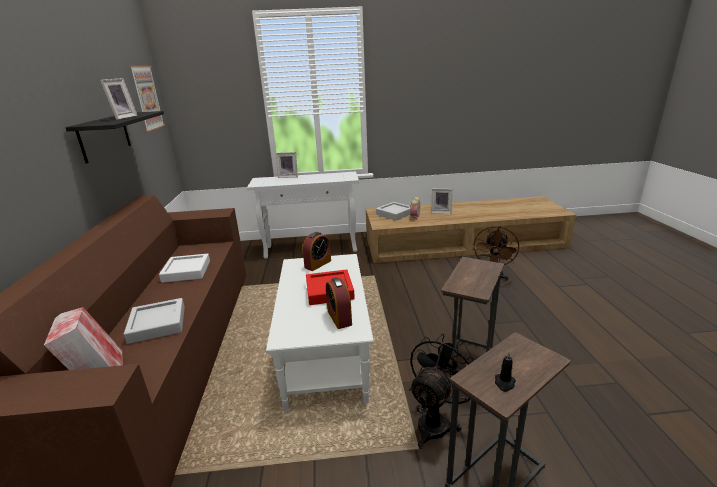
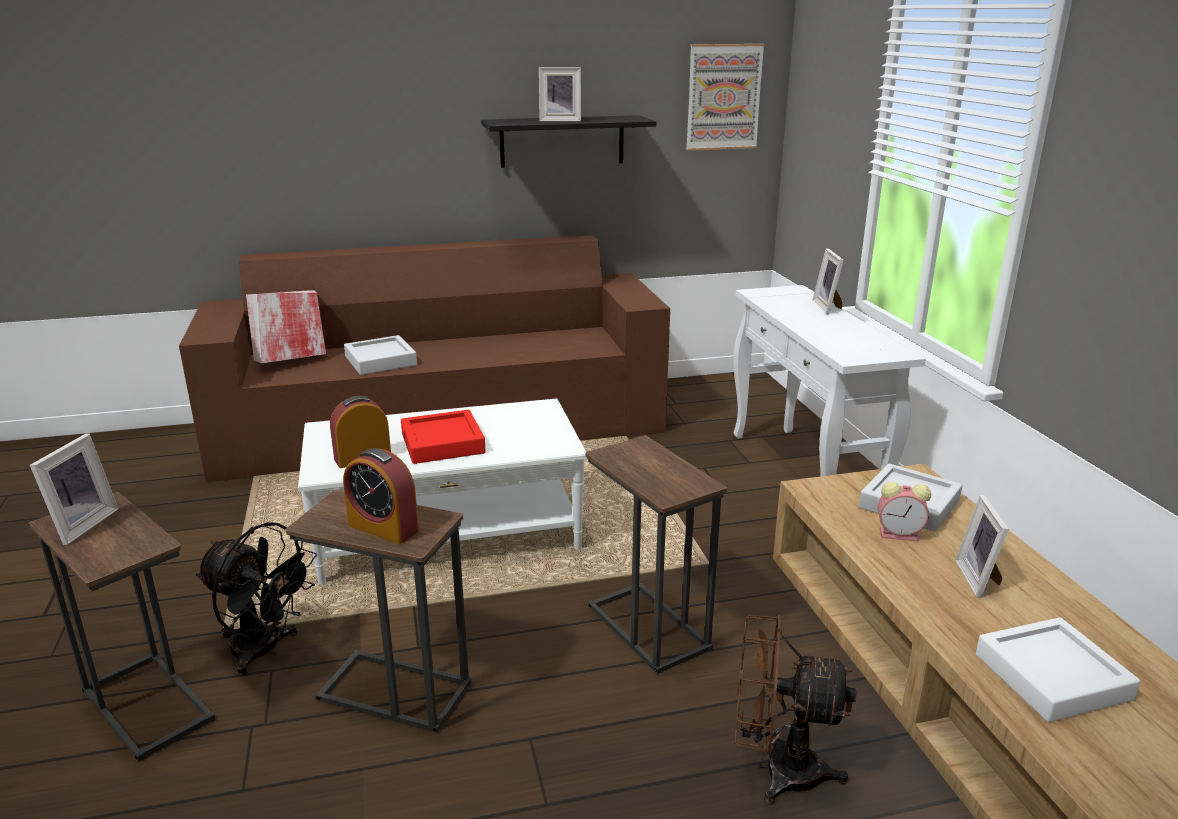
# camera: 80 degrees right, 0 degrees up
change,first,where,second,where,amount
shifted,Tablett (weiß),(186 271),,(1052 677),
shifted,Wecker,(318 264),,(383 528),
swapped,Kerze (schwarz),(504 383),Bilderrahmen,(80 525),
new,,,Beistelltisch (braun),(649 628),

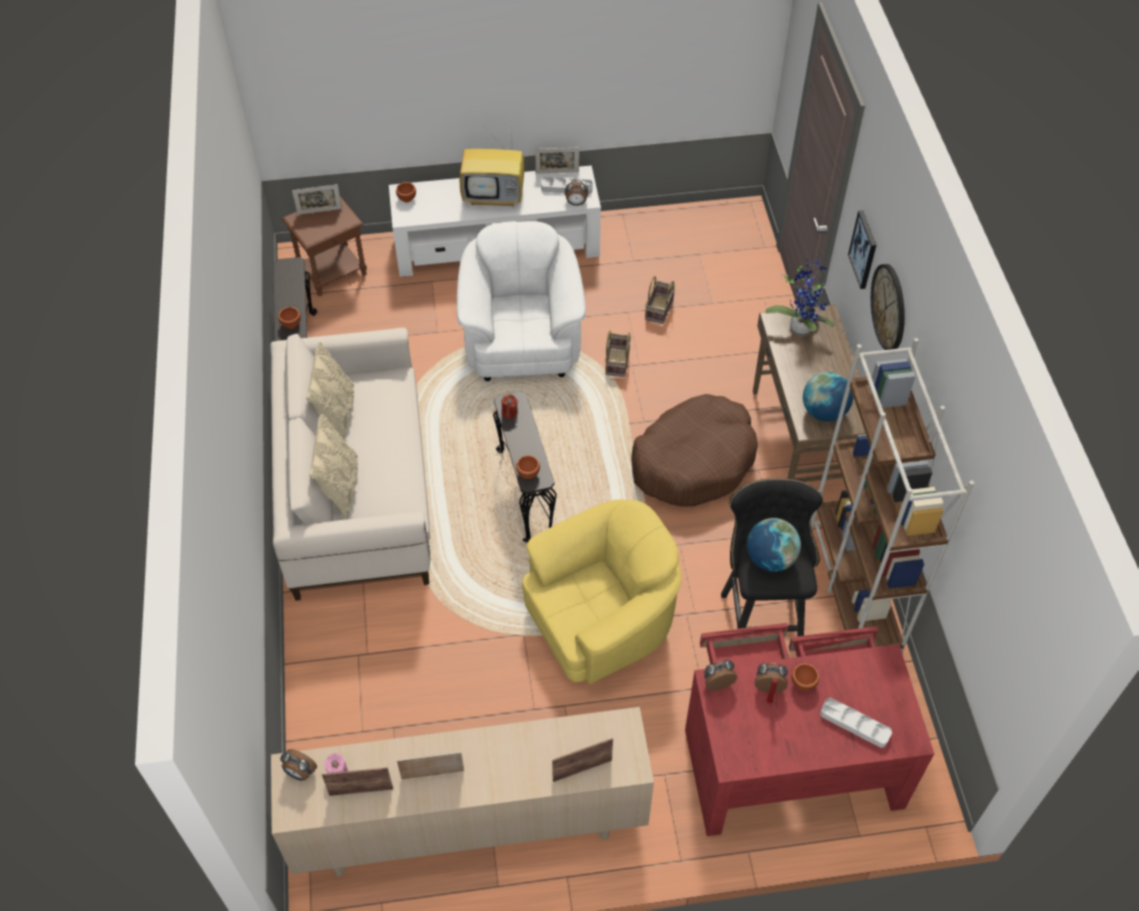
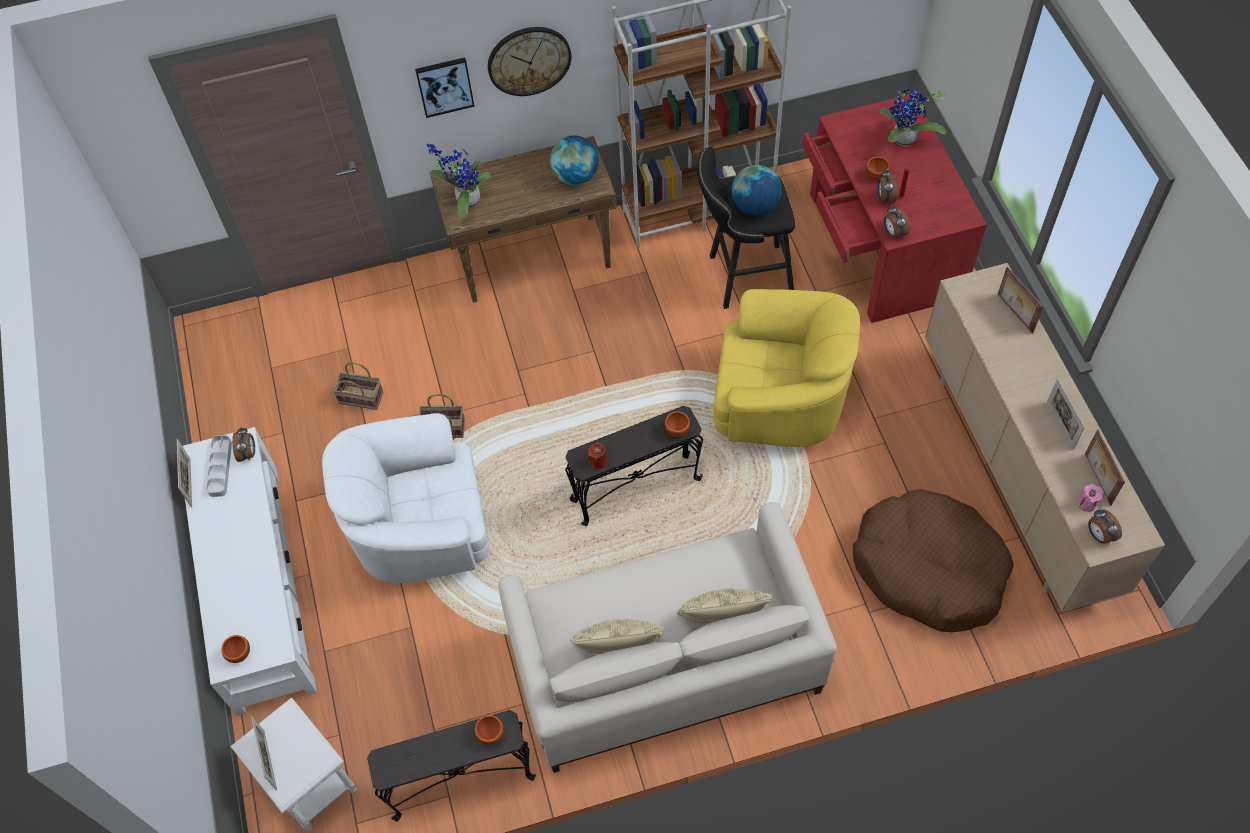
# camera: 95 degrees left, 5 degrees up
change,first,where,second,where,amount
rotated,Wecker,(300 773),,(1098 535),135 degrees clockwise
repainted,Beistelltisch (braun),(332 271),Beistelltisch (weiß),(309 784),
gone,Fernseher,(495 196),,,
rotated,Sessel (gelb),(600 623),,(778 401),135 degrees clockwise
shifted,Hundebett (braun),(693 461),,(928 568),
swapped,Tablett (grau),(854 724),Topfpflanze,(904 141),

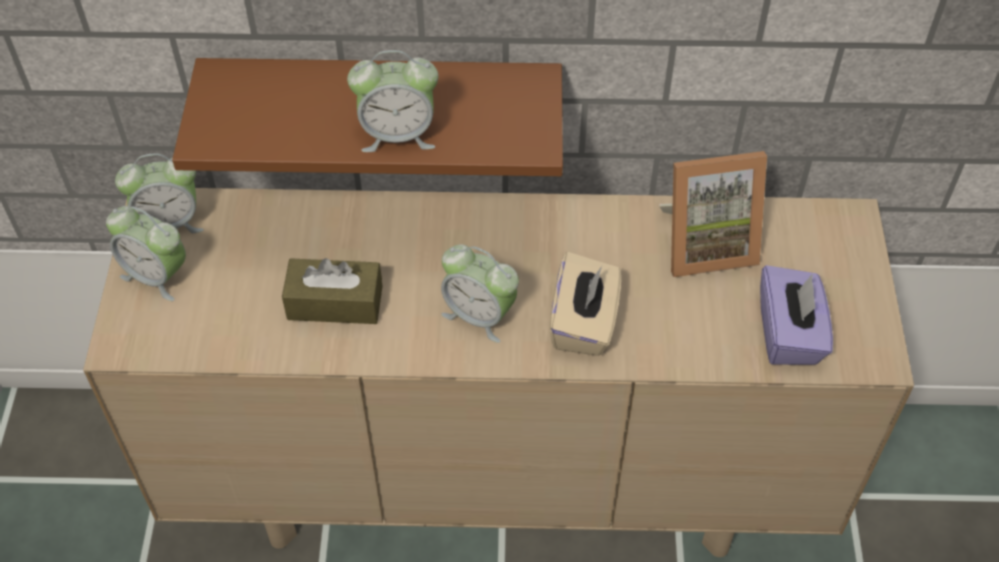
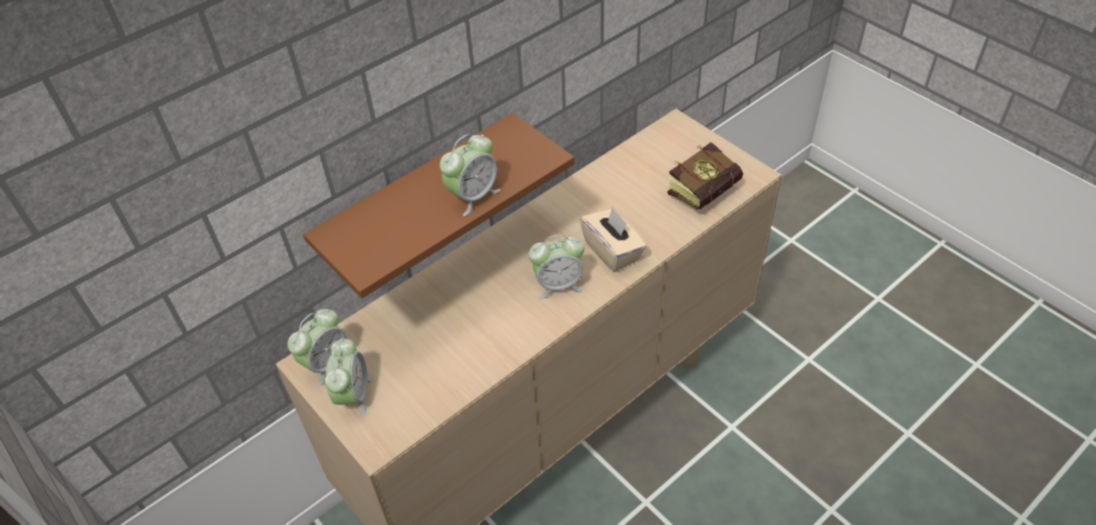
# camera: 40 degrees left, 5 degrees down
change,first,where,second,where,amount
rotated,Wecker,(157 276),,(353 395),75 degrees counterclockwise
gone,Taschentuchbox (braun),(335 303),,,
gone,Bilderrahmen,(705 244),,,
swapped,Taschentuchbox (lila),(789 334),Buch,(708 190),

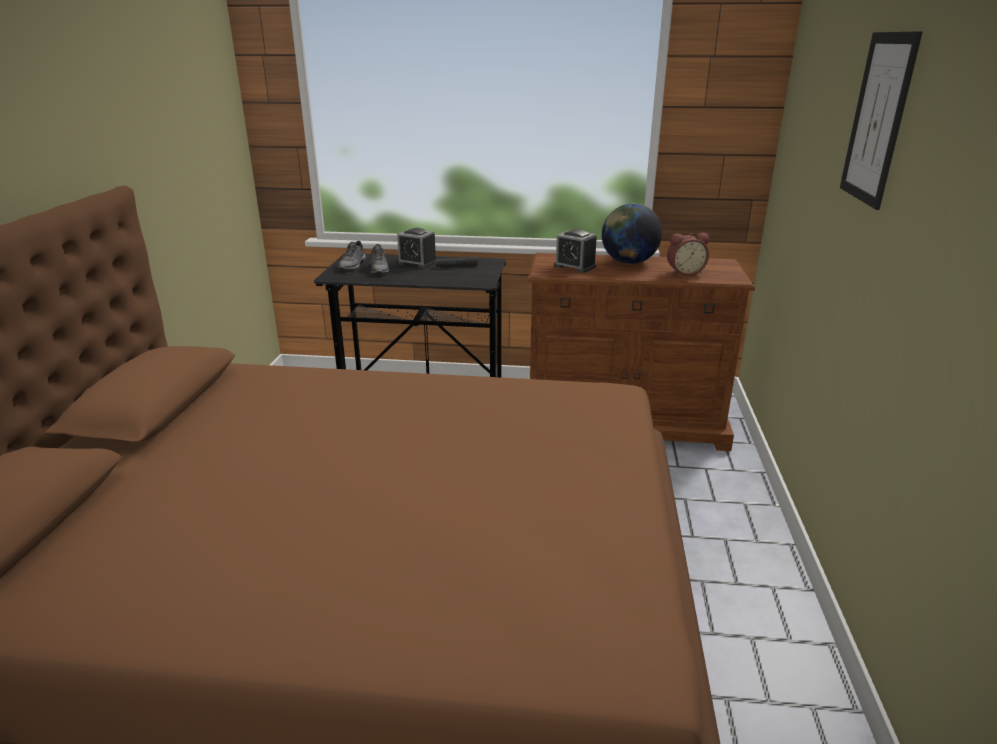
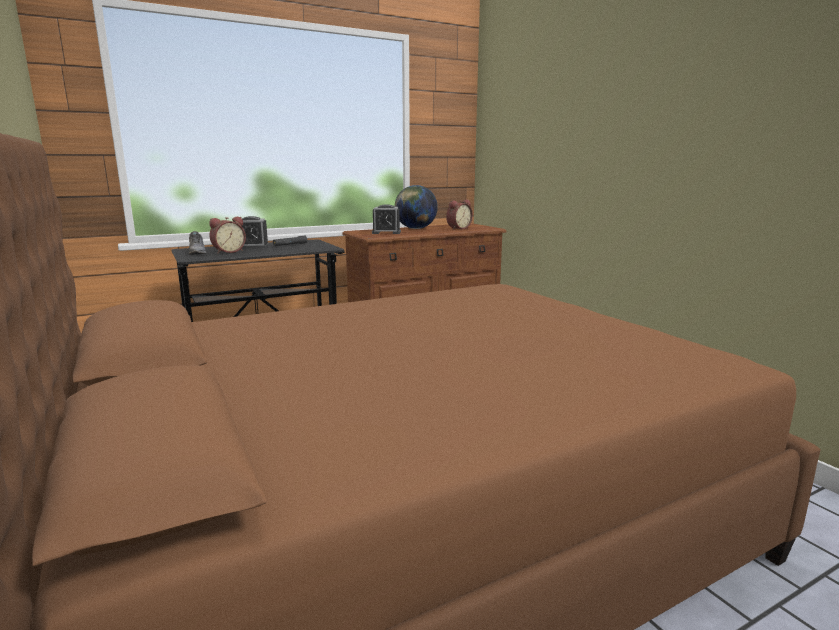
# camera: 35 degrees left, 10 degrees down
change,first,where,second,where,amount
swapped,Schuh (grau),(380 269),Wecker,(228 251),
gone,Bild,(877 119),,,

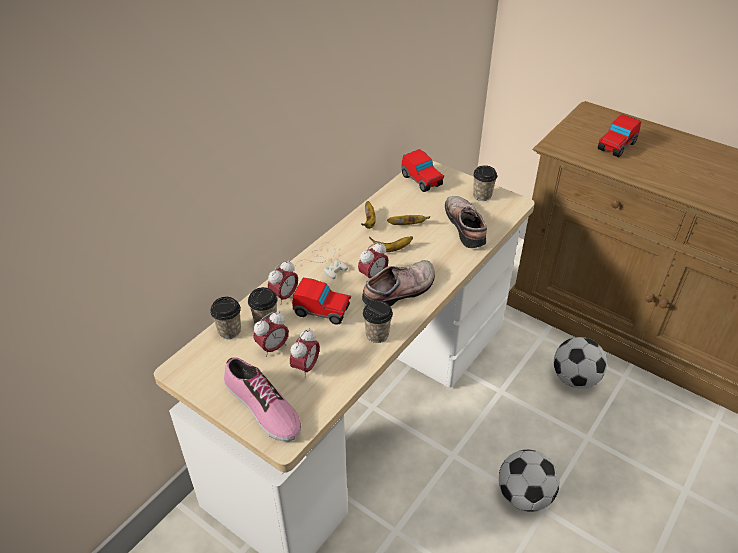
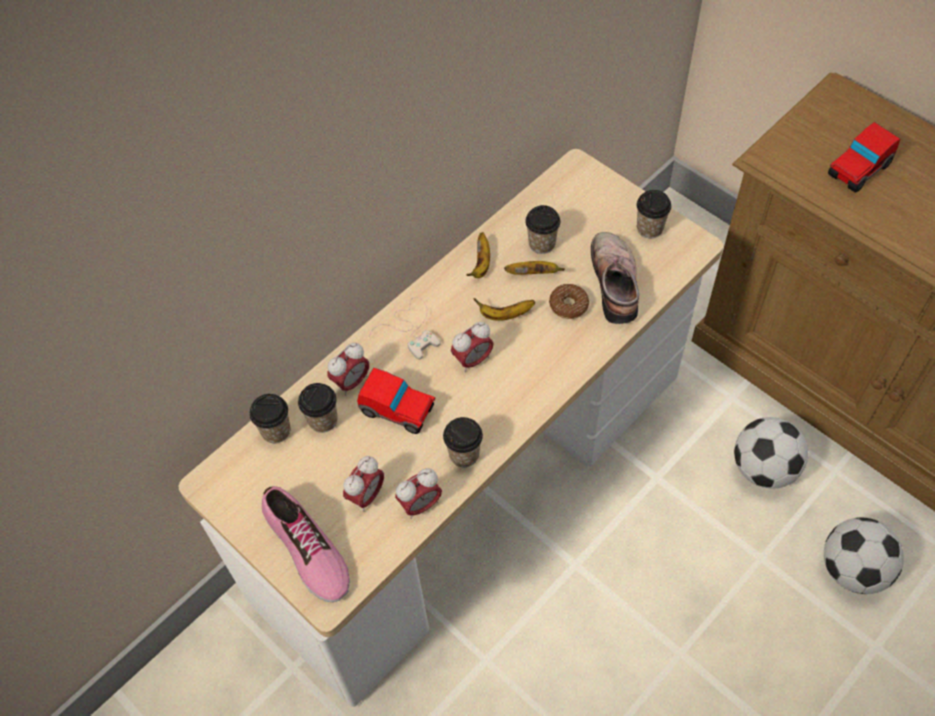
# camera: 10 degrees right, 15 degrees up
change,first,where,second,where,amount
shifted,Wecker,(273 348),,(420 505),
gone,Schuh,(401 291),,,
gone,Spielzeugauto,(422 180),,,
shifted,Fußball,(524 495),,(853 569),
new,,,Tasse,(542 244),
new,,,Donut,(568 305),

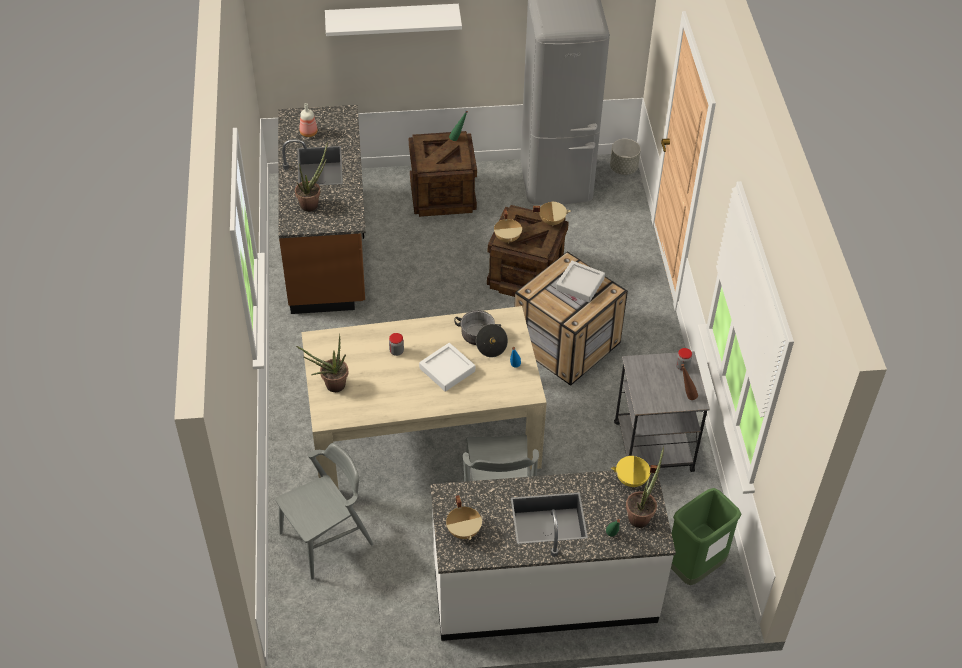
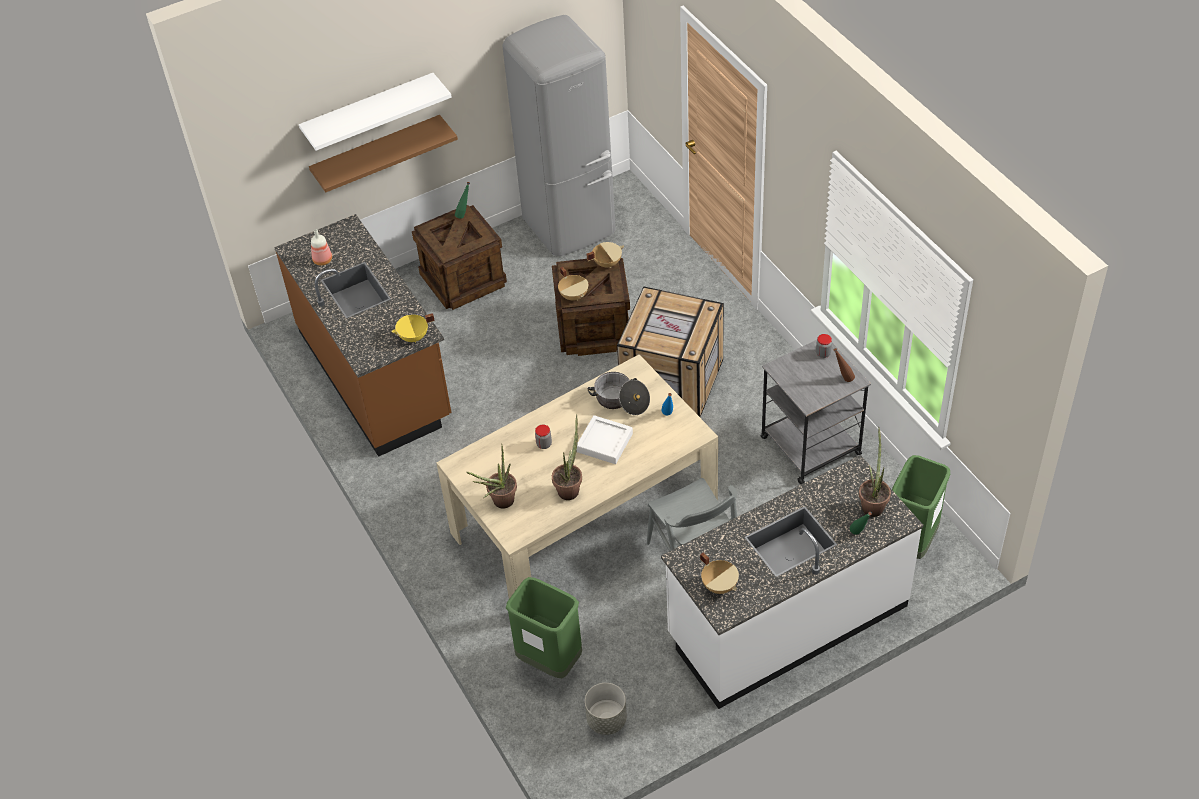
# camera: 20 degrees left, 0 degrees up
change,first,where,second,where,amount
swapped,Stuhl (grau),(327 539),Mülleimer (grün),(550 661),
shifted,Topfpflanze,(312 203),,(570 488),
gone,Tablett (grau),(580 284),,,
shifted,Pflanzkübel (grau),(623 168),,(606 720),
shifted,Kochtopf (gelb),(631 480),,(414 337),
new,,,Wandregal (braun),(377 152),

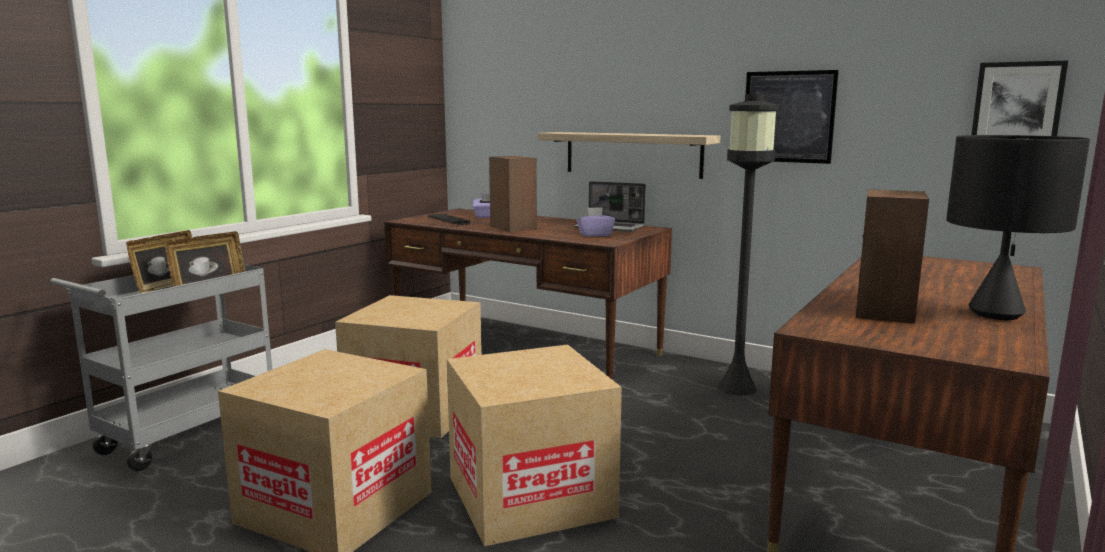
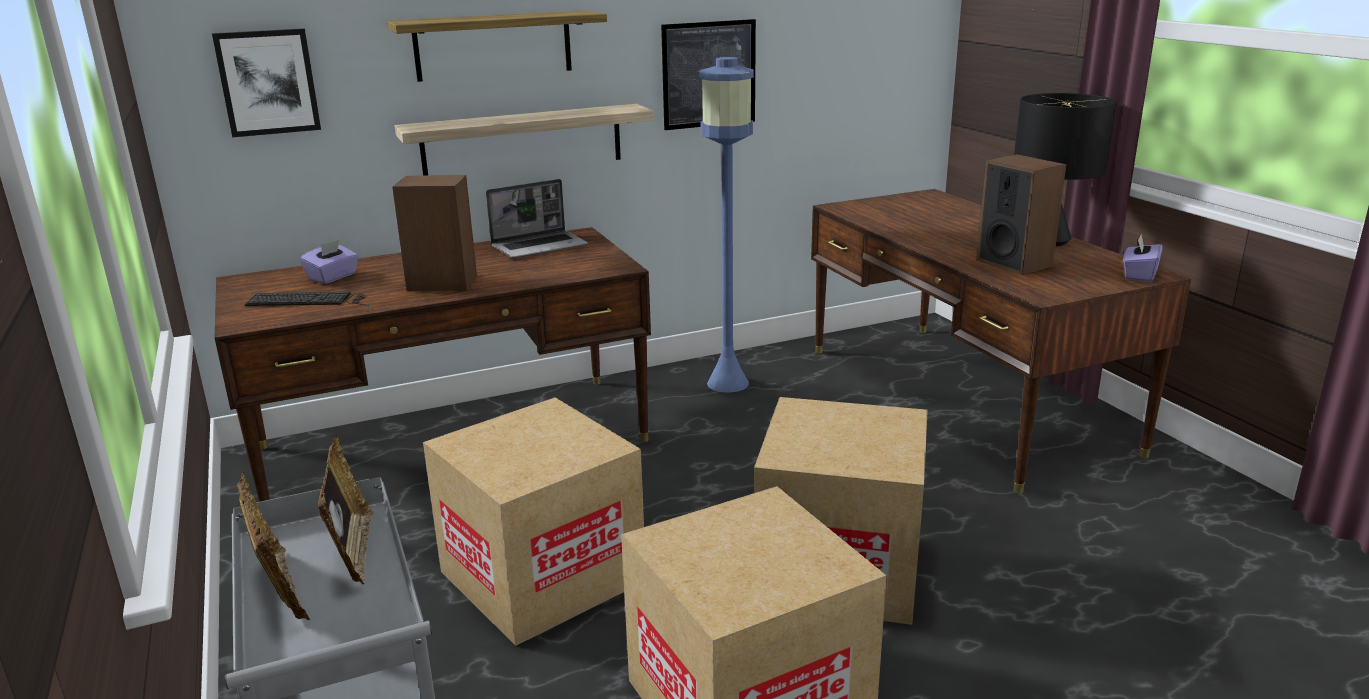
# camera: 55 degrees left, 10 degrees up
change,first,where,second,where,amount
shifted,Taschentuchbox (lila),(595 235),,(1139 275),
repainted,Stehlampe (schwarz),(737 388),Stehlampe (blau),(727 383),
shifted,Bild,(1017 106),,(268 82),
new,,,Wandregal,(493 45),

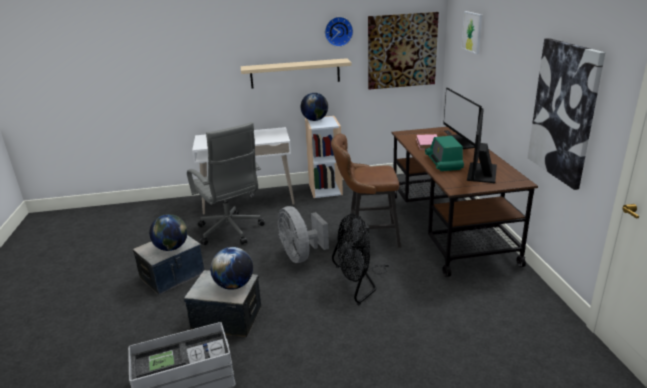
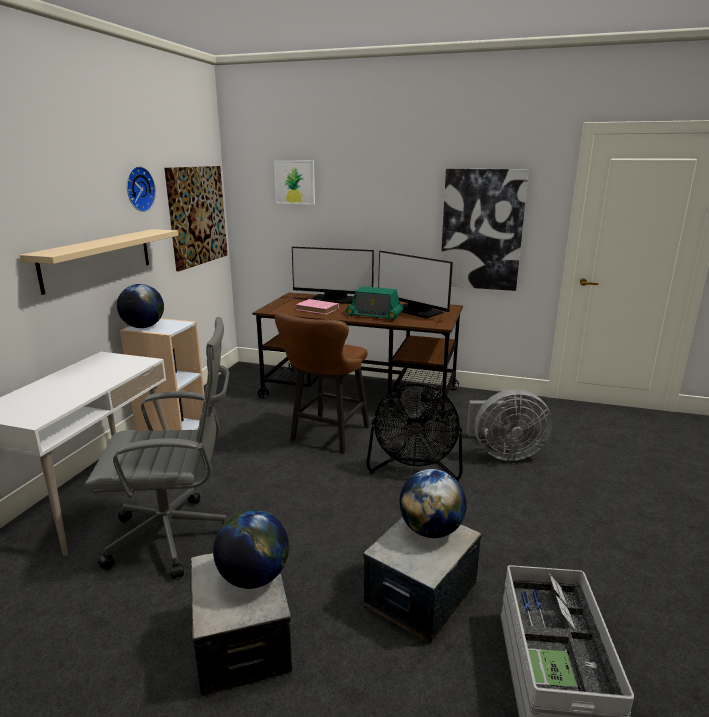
# camera: 65 degrees left, 5 degrees down
change,first,where,second,where,amount
shifted,Ventilator (grau),(301 255),,(503 453),

